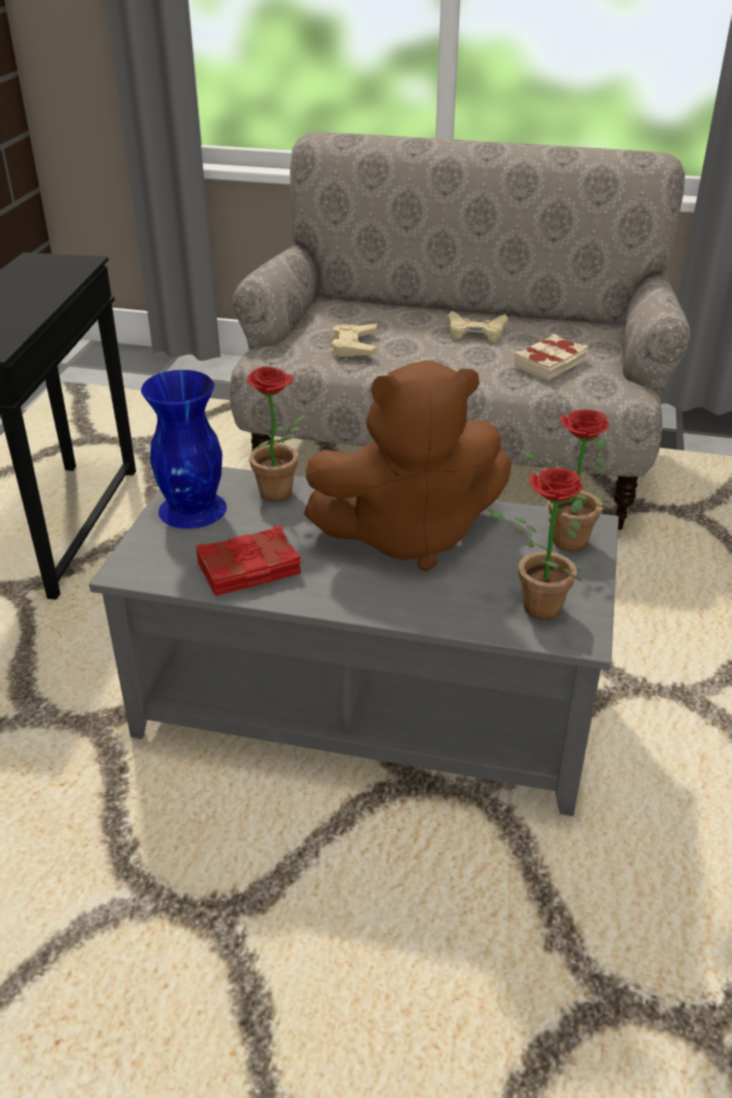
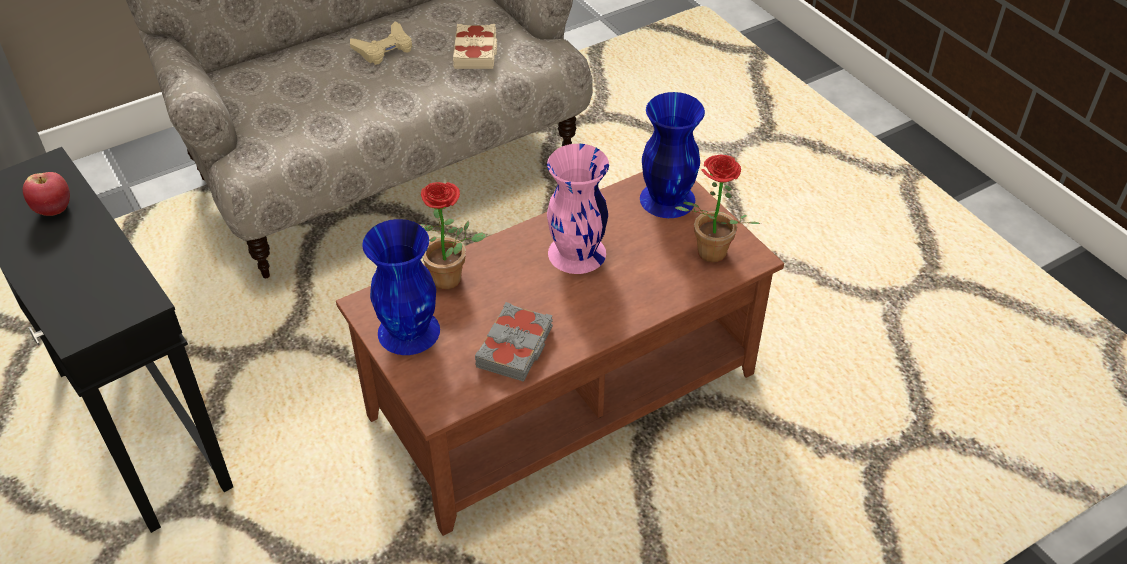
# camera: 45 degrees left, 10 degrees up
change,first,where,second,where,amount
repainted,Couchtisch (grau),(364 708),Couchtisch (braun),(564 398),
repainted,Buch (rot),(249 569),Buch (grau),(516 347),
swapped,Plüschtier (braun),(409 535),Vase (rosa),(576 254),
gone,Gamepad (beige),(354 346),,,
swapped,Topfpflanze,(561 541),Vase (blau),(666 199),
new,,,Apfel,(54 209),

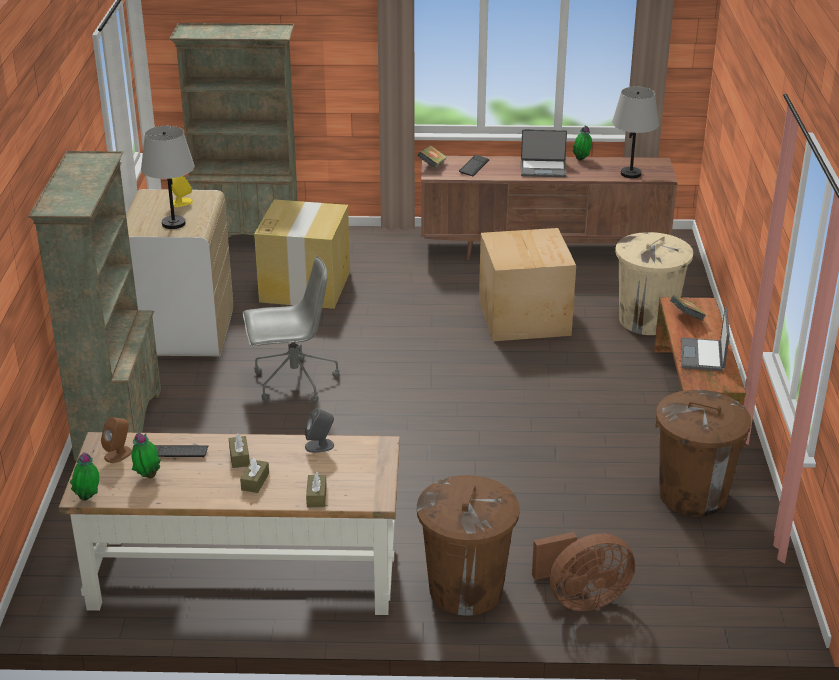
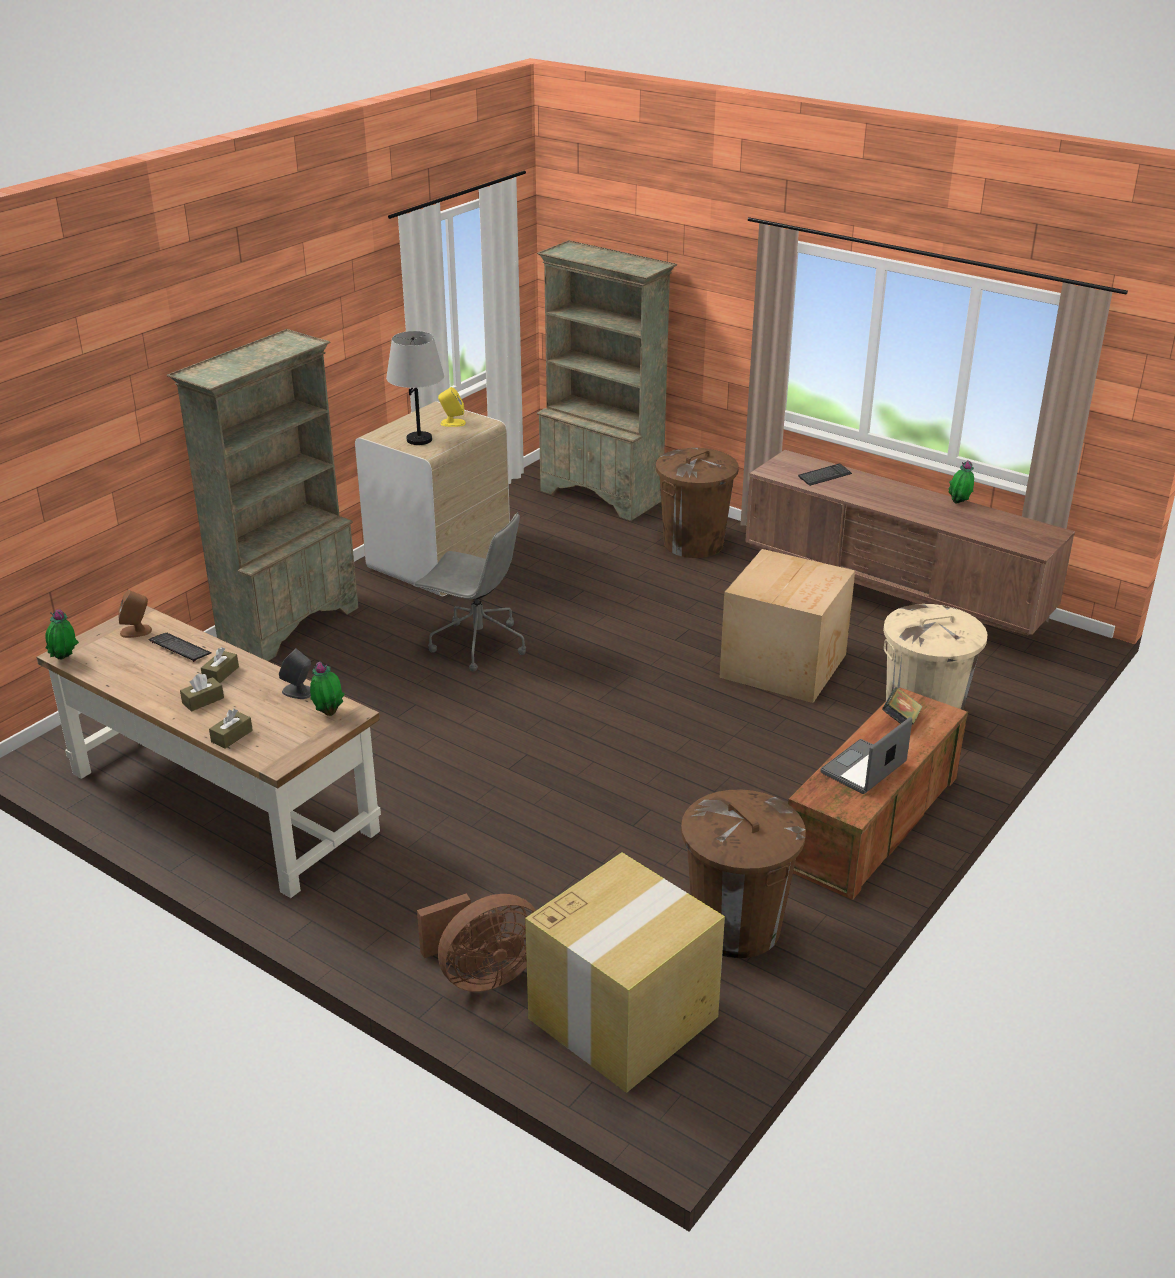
# camera: 35 degrees right, 0 degrees up
change,first,where,second,where,amount
shifted,Topfpflanze,(147 476),,(328 712),
shifted,Karton,(305 286),,(624 1016),
shifted,Mülleimer (braun),(466 589),,(694 543),
gone,Buch,(432 166),,,
gone,Laptop,(543 169),,,
rotated,Ventilator (braun),(581 599),,(483 975),45 degrees counterclockwise
gone,Tischlampe (grau),(630 173),,,

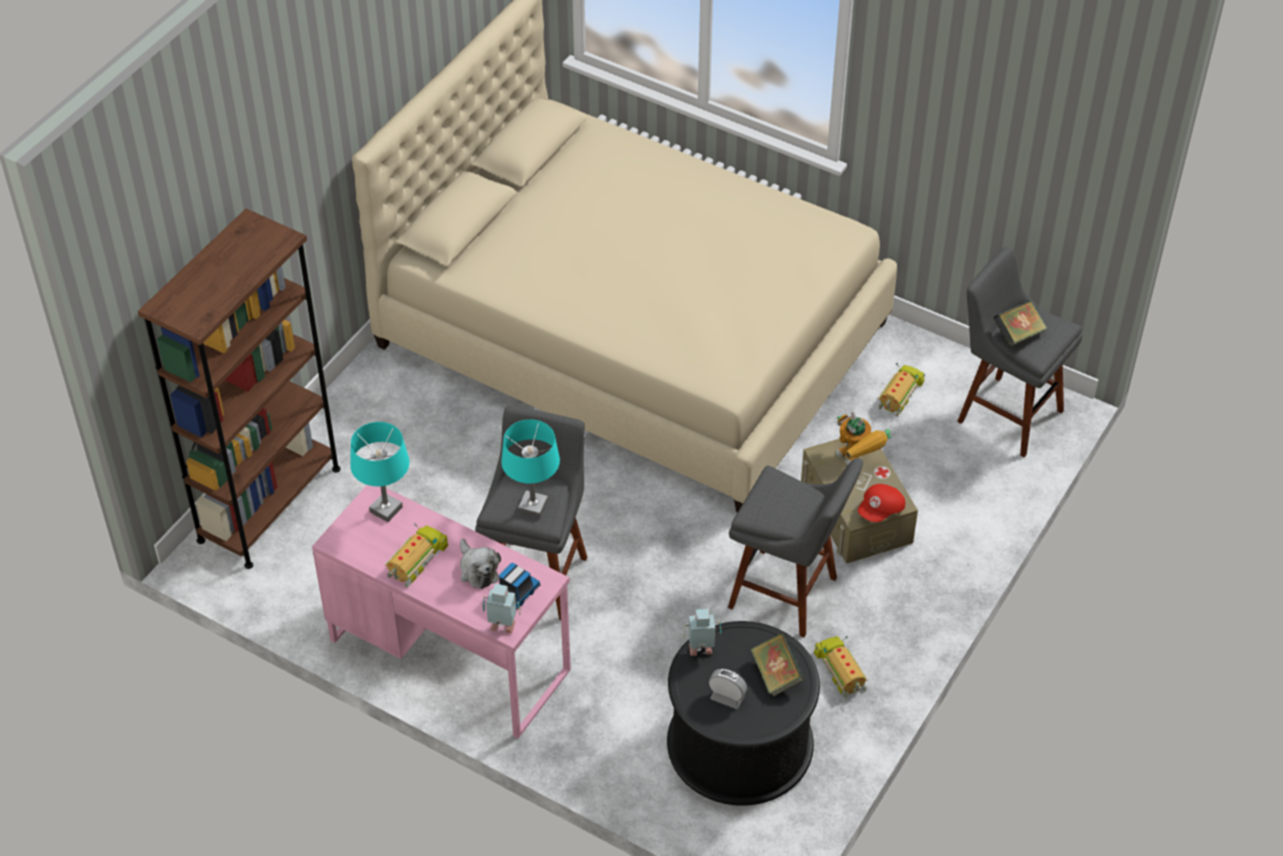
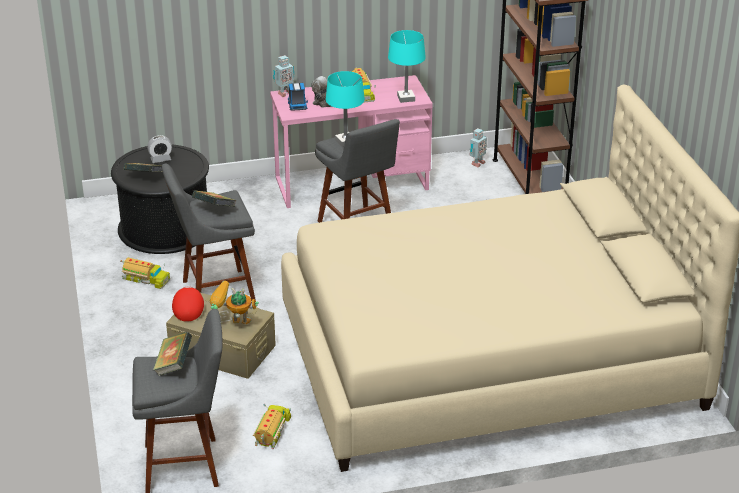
# camera: 135 degrees right, 15 degrees down
change,first,where,second,where,amount
shifted,Spielzeugroboter,(701 651),,(476 163),
rotated,Spielzeuglaster,(901 394),,(272 431),150 degrees counterclockwise
new,,,Buch,(215 209),

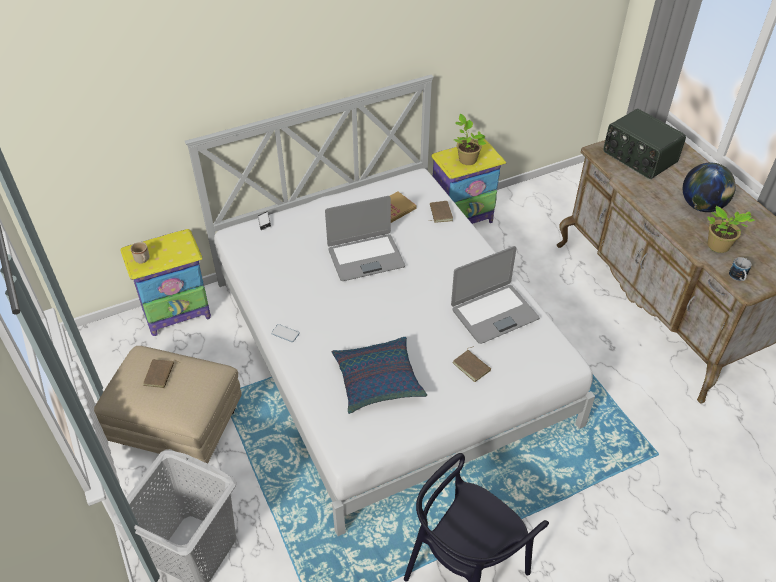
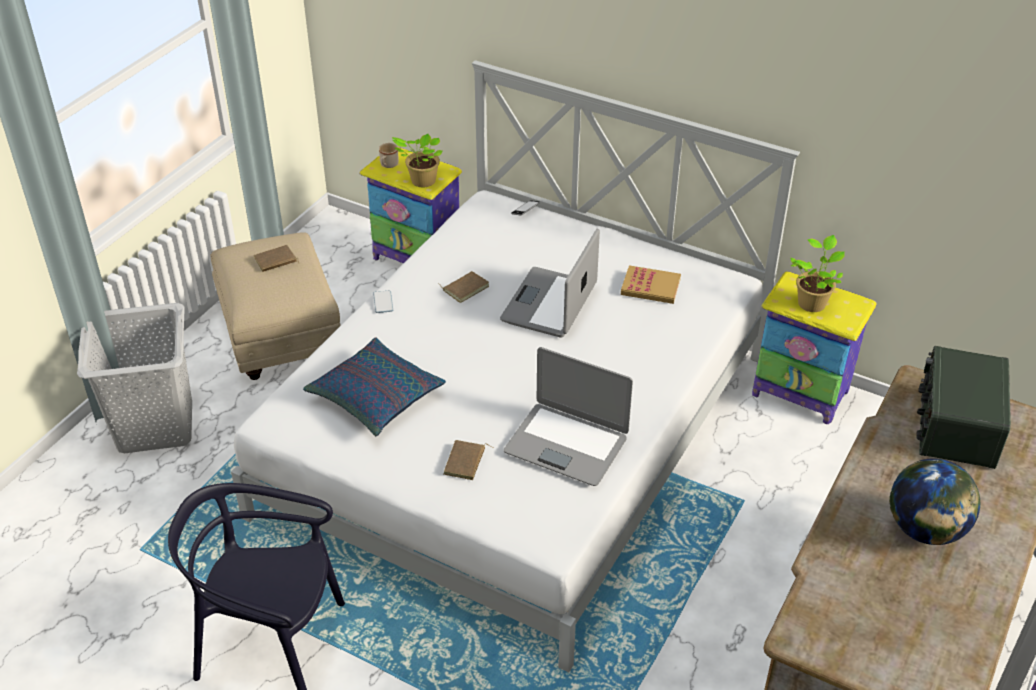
# camera: 55 degrees right, 5 degrees down
change,first,where,second,where,amount
rotated,Laptop,(365 257),,(550 304),75 degrees clockwise
shifted,Buch (braun),(440 213),,(465 288),
shifted,Topfpflanze,(718 247),,(421 181),
gone,Henkelbecher,(738 278),,,

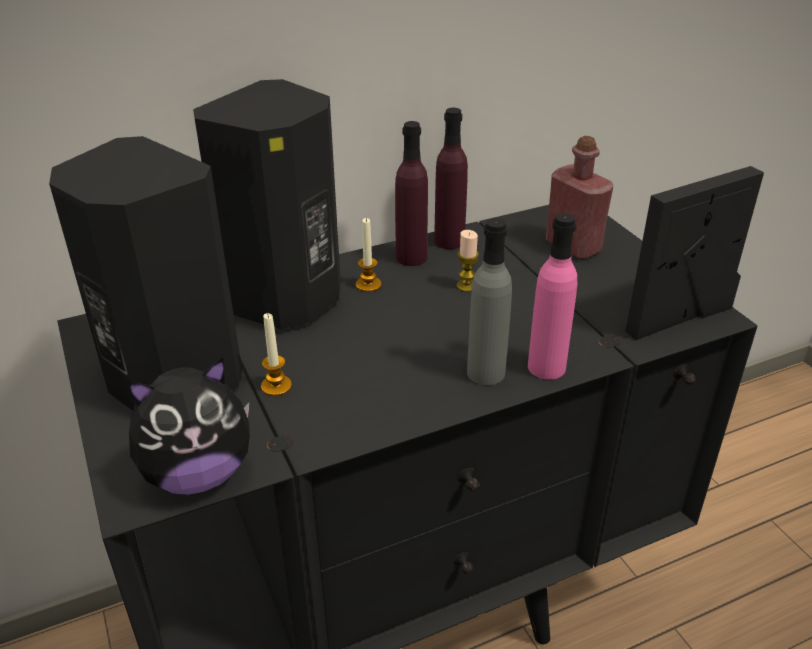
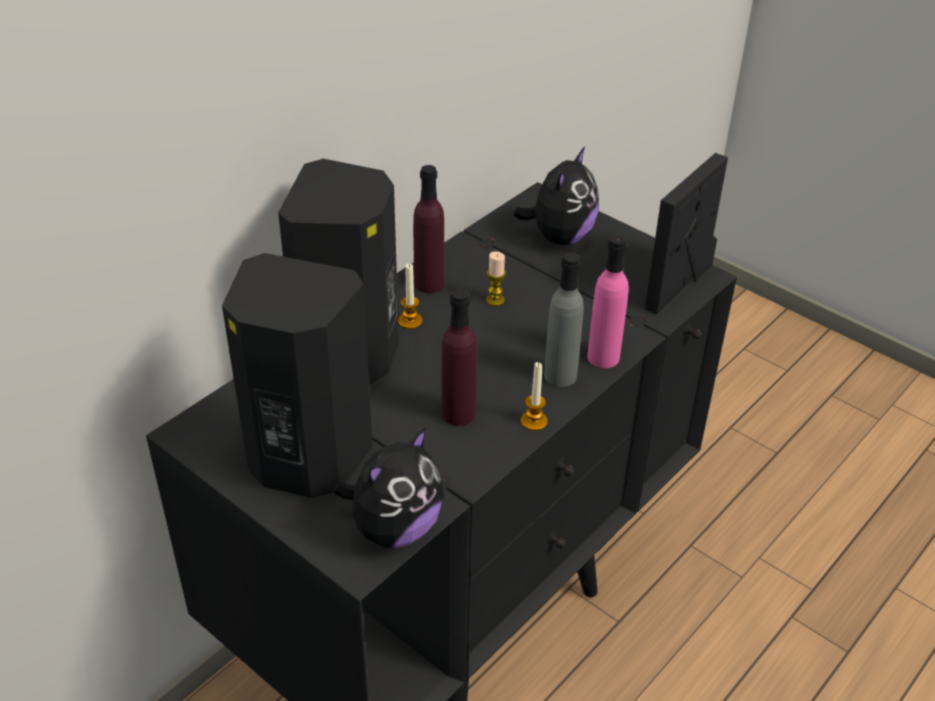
# camera: 25 degrees left, 5 degrees up
change,first,where,second,where,amount
shifted,Kerze,(276 386),,(534 421),
shifted,Flasche (lila),(449 241),,(458 413),
swapped,Flasche (rot),(573 246),Plüschtier,(559 237),

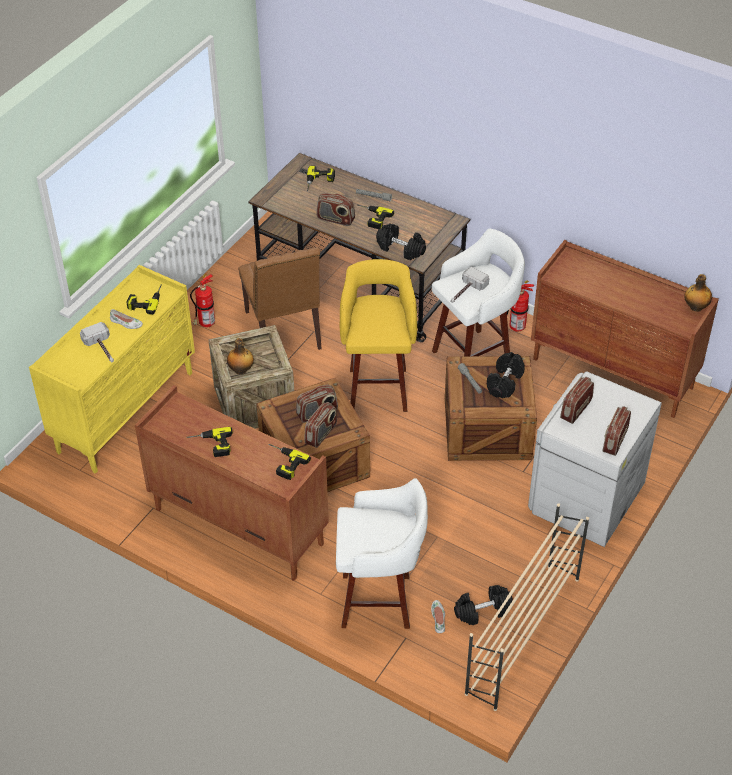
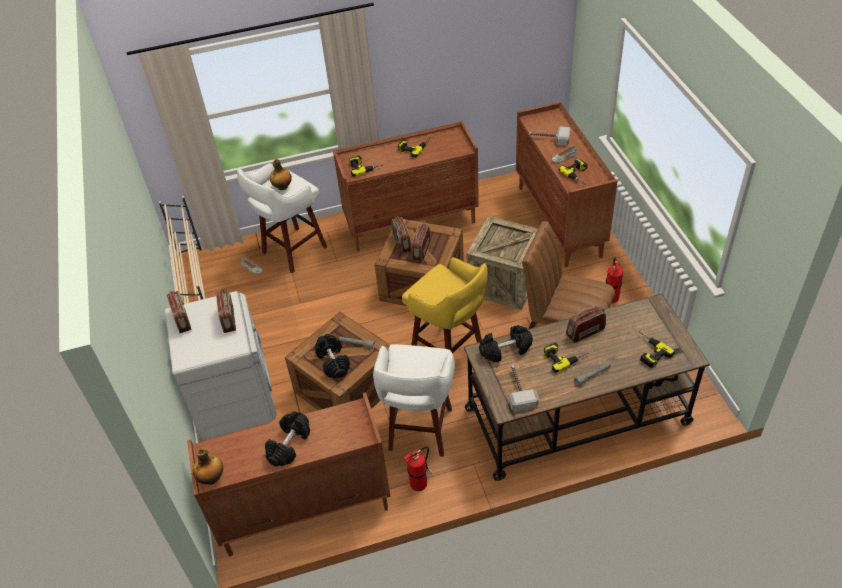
# camera: 135 degrees right, 0 degrees up
change,first,where,second,where,amount
repainted,Schrank (gelb),(126 411),Schrank (braun),(559 222),
shifted,Flasche,(241 370),,(282 187),
shifted,Hammer,(465 292),,(518 389),
shifted,Hantel (schwarz),(482 611),,(289 444),

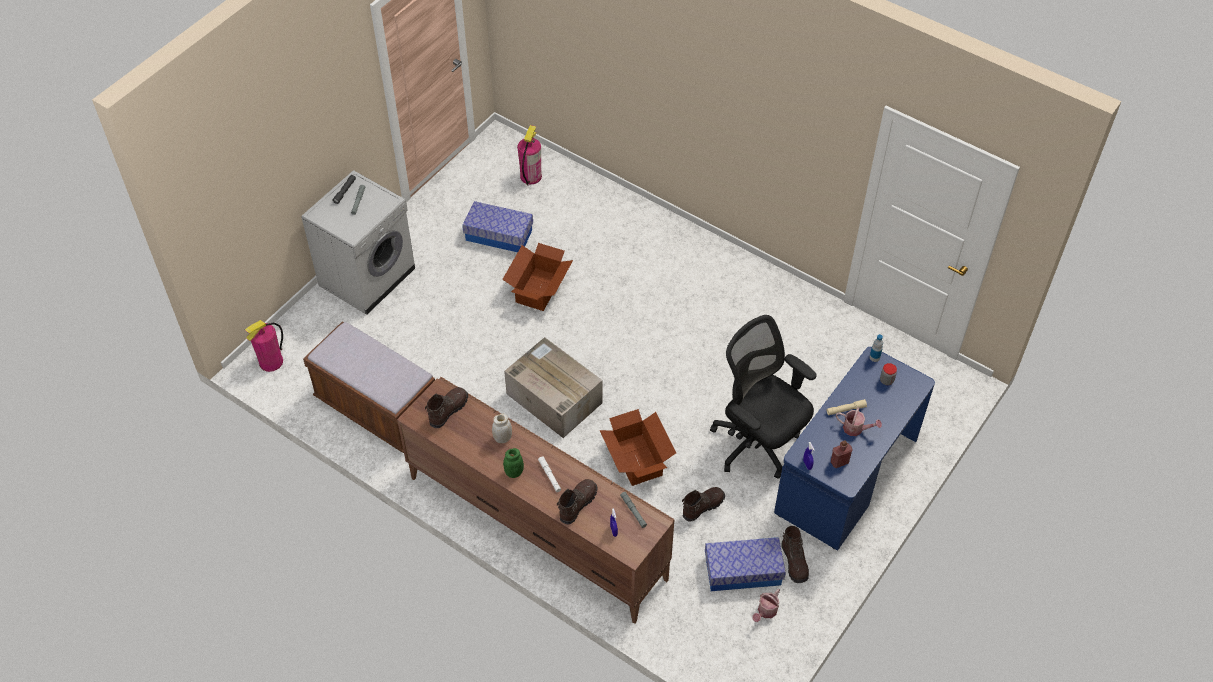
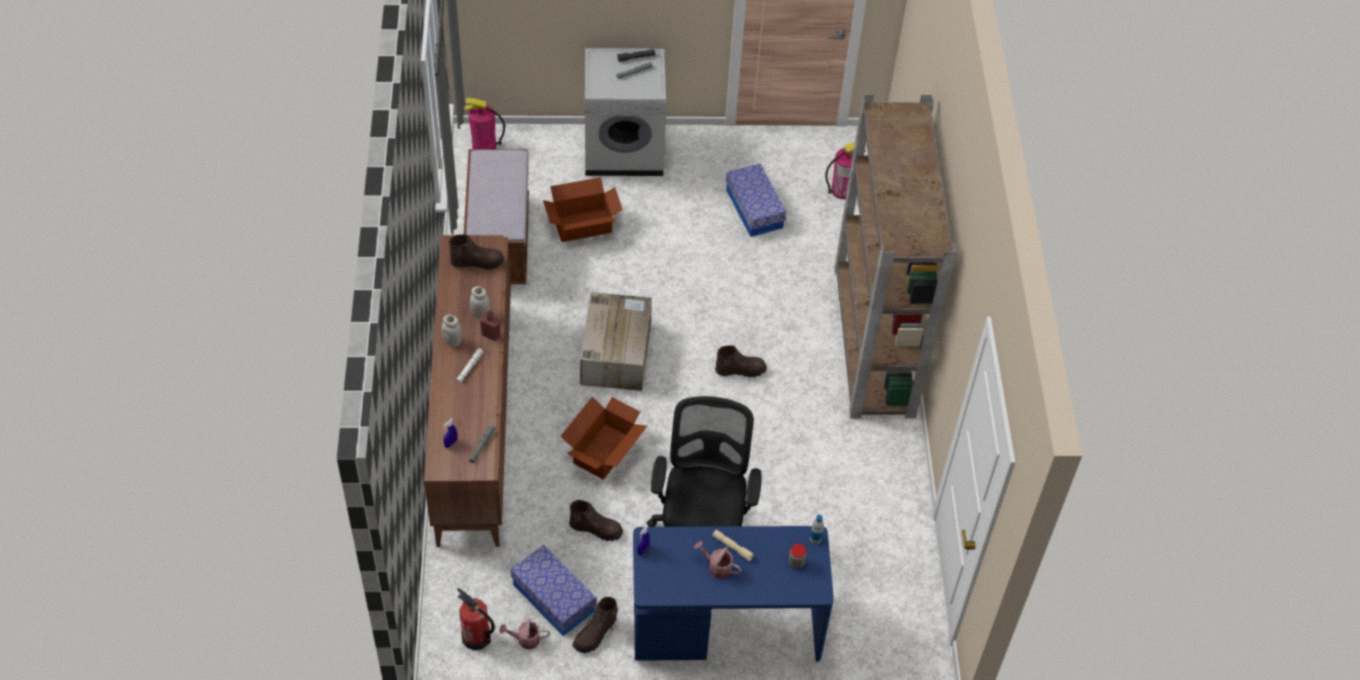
# camera: 50 degrees right, 0 degrees up
change,first,where,second,where,amount
shifted,Karton,(538 289),,(582 225),
repainted,Vorratsglas (grün),(514 472),Vorratsglas (weiß),(453 342),
shifted,Stiefel (braun),(577 504),,(740 370),
shifted,Flasche (rot),(839 462),,(491 334),
rotated,Gießkanne,(856 429),,(717 567),135 degrees clockwise
new,,,Feuerlöscher,(476 637),
new,,,Bücherregal (braun),(874 340),

